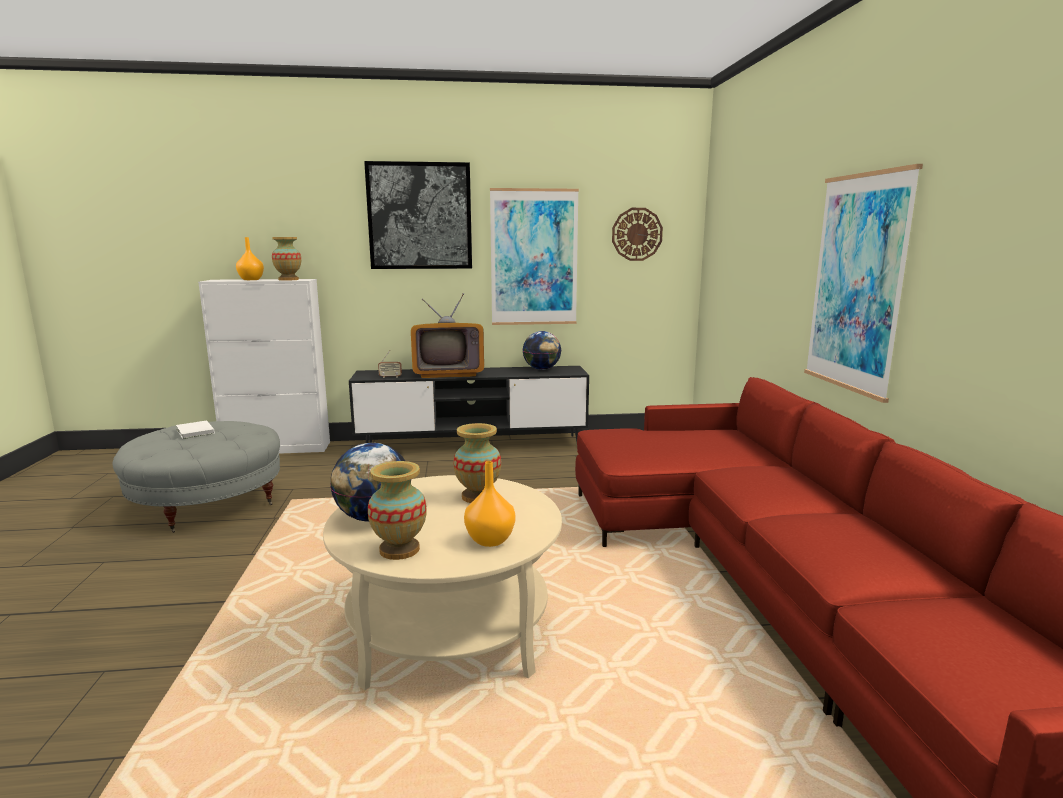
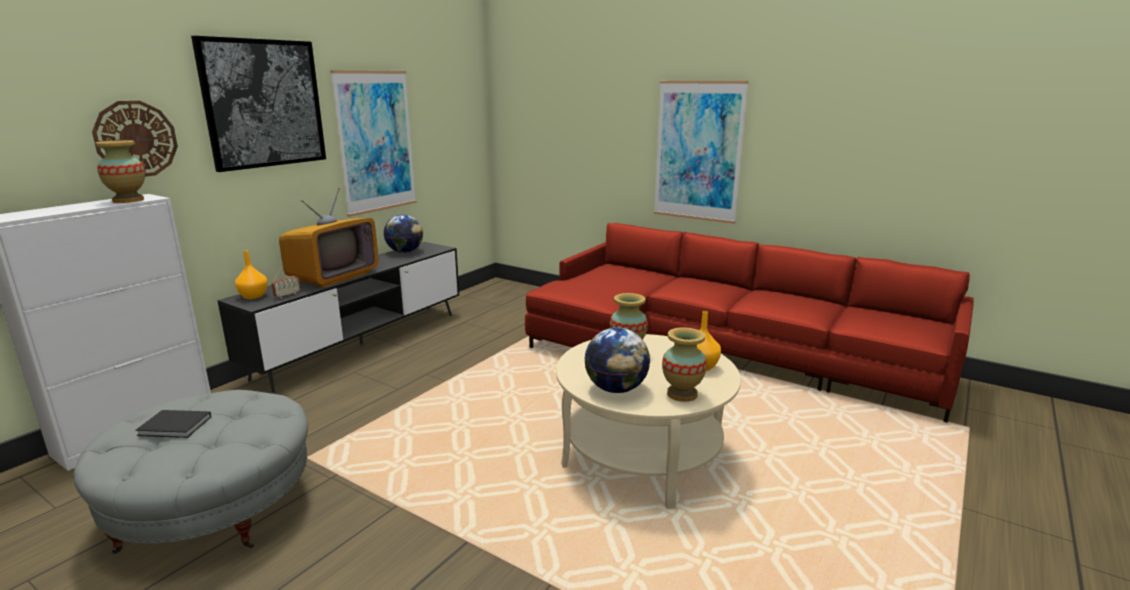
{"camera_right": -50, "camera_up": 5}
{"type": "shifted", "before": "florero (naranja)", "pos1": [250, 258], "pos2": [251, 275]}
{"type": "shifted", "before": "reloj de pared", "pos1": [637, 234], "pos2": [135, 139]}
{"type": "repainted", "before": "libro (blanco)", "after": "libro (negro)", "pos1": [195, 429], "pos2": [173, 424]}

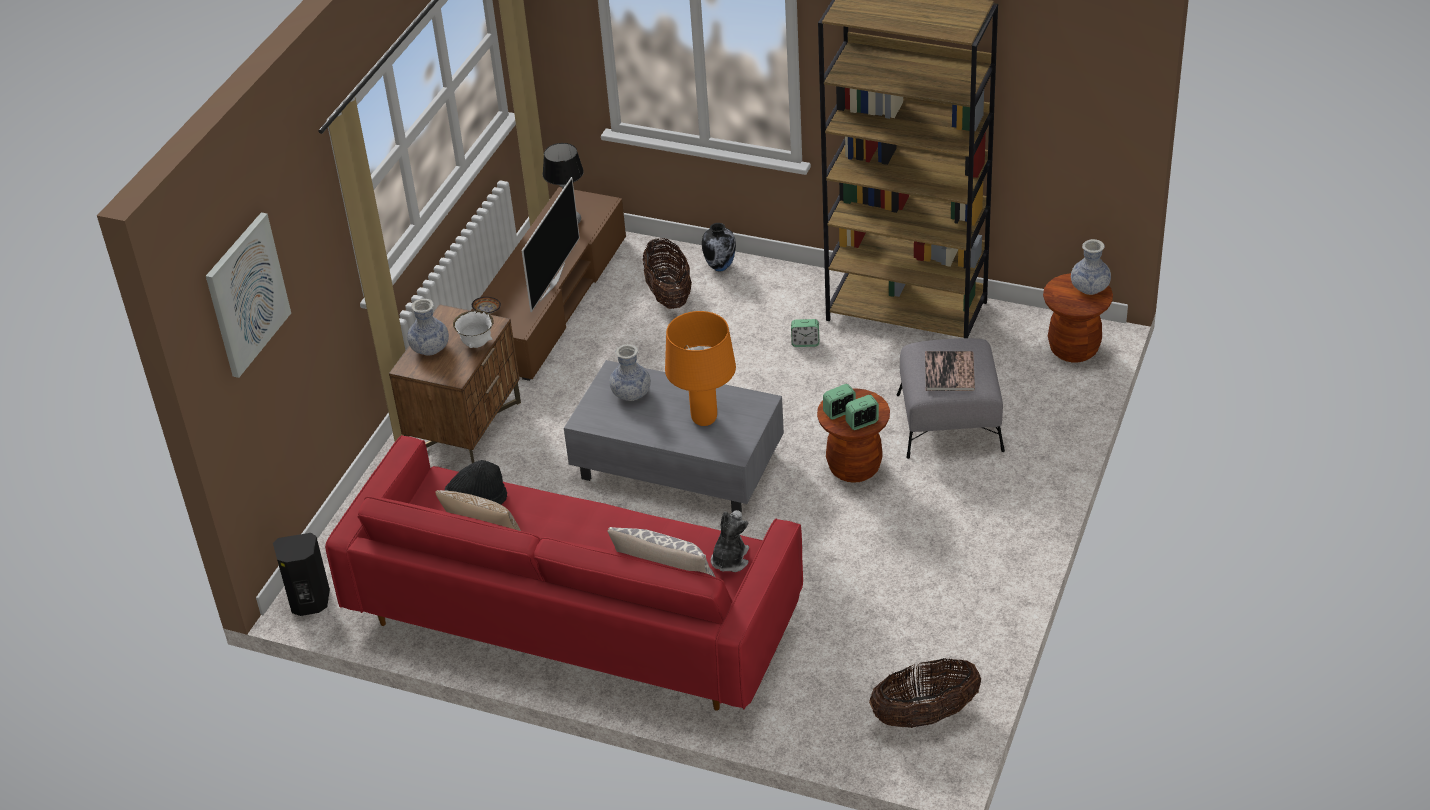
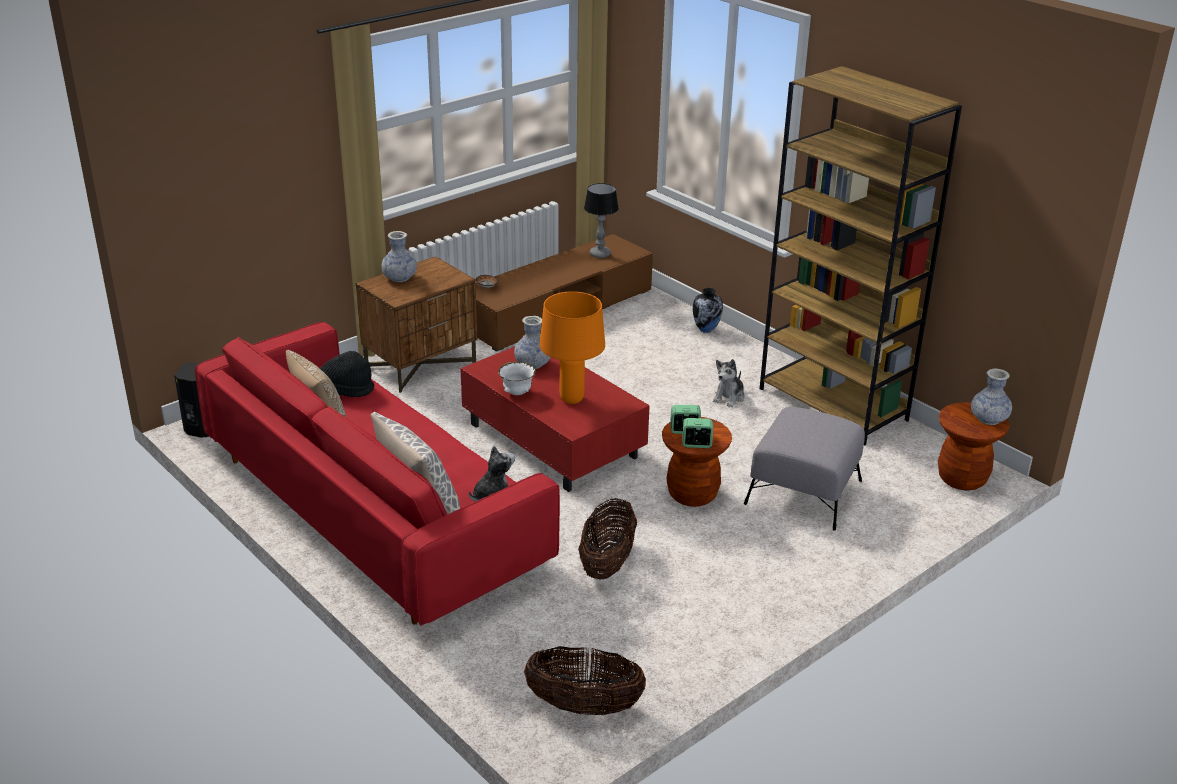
{"camera_right": 25, "camera_up": -10}
{"type": "gone", "before": "cuadro", "pos1": [248, 295]}
{"type": "gone", "before": "televisor", "pos1": [551, 244]}
{"type": "gone", "before": "libro", "pos1": [950, 371]}
{"type": "shifted", "before": "cuenco (blanco)", "pos1": [473, 329], "pos2": [517, 378]}
{"type": "shifted", "before": "cesta", "pos1": [667, 273], "pos2": [607, 539]}
{"type": "swapped", "before": "despertador", "after": "peluche", "pos1": [805, 333], "pos2": [729, 383]}
{"type": "repainted", "before": "mesa de centro (gris)", "after": "mesa de centro (rojo)", "pos1": [674, 436], "pos2": [555, 419]}

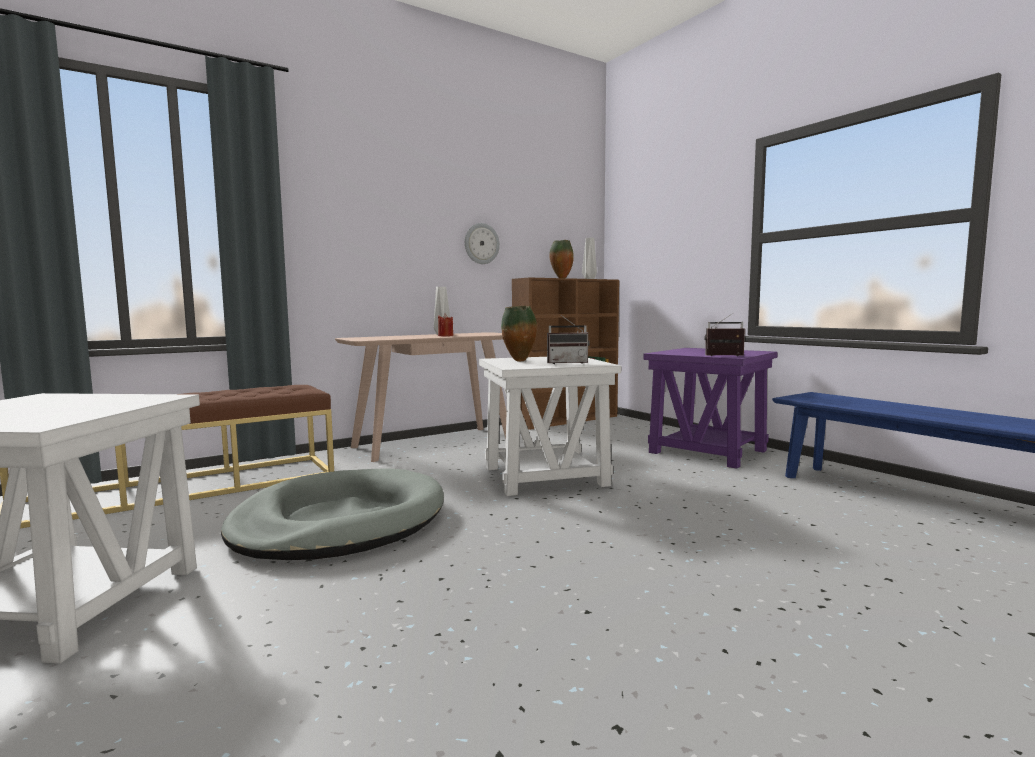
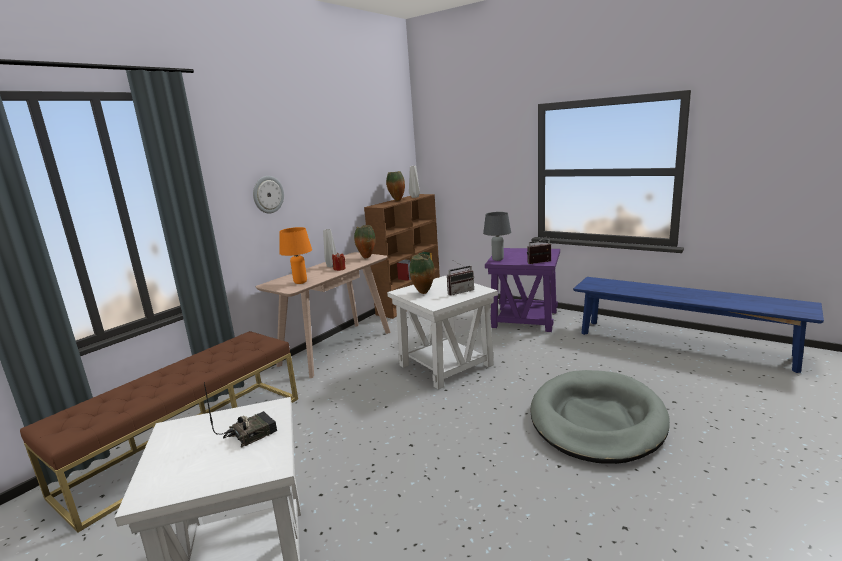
{"camera_right": -20, "camera_up": 10}
{"type": "new", "after": "radio", "pos2": [240, 414]}
{"type": "new", "after": "lámpara de mesa (naranja)", "pos2": [296, 255]}
{"type": "new", "after": "florero", "pos2": [364, 242]}
{"type": "new", "after": "lámpara de mesa (gris)", "pos2": [497, 236]}
{"type": "shifted", "before": "cama para perro (gris)", "pos1": [332, 514], "pos2": [600, 417]}
{"type": "shifted", "before": "reloj de pared", "pos1": [482, 243], "pos2": [268, 195]}

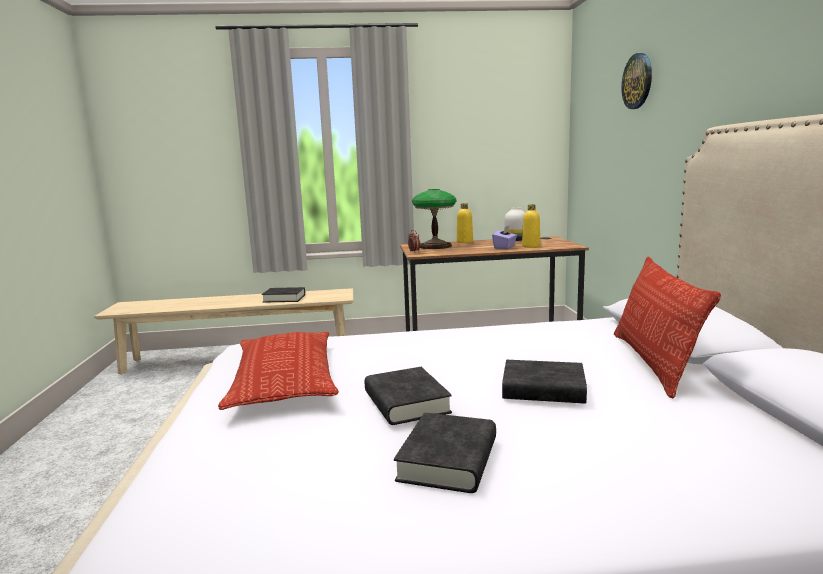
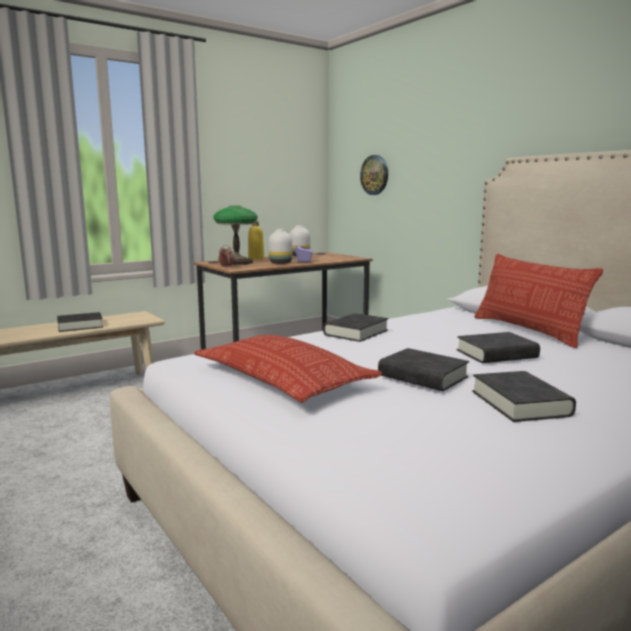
{"camera_right": -30, "camera_up": 0}
{"type": "gone", "before": "botella (amarillo)", "pos1": [531, 226]}
{"type": "new", "after": "florero (blanco)", "pos2": [281, 246]}
{"type": "new", "after": "libro (negro)", "pos2": [355, 327]}
{"type": "shifted", "before": "reloj de pared", "pos1": [636, 81], "pos2": [374, 175]}

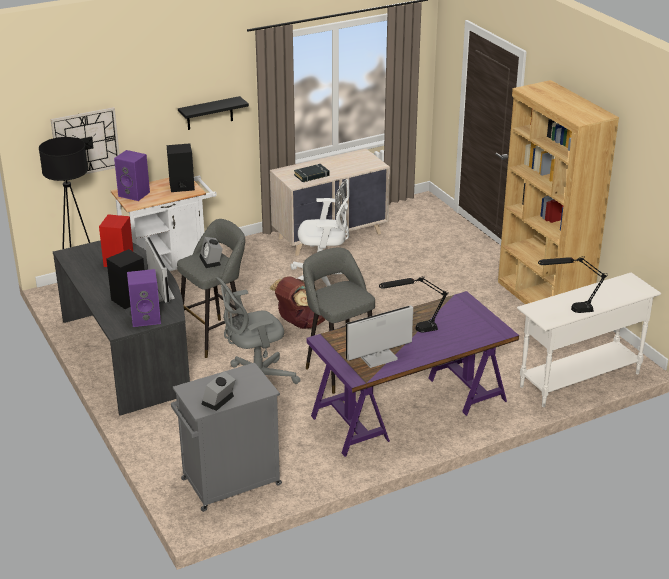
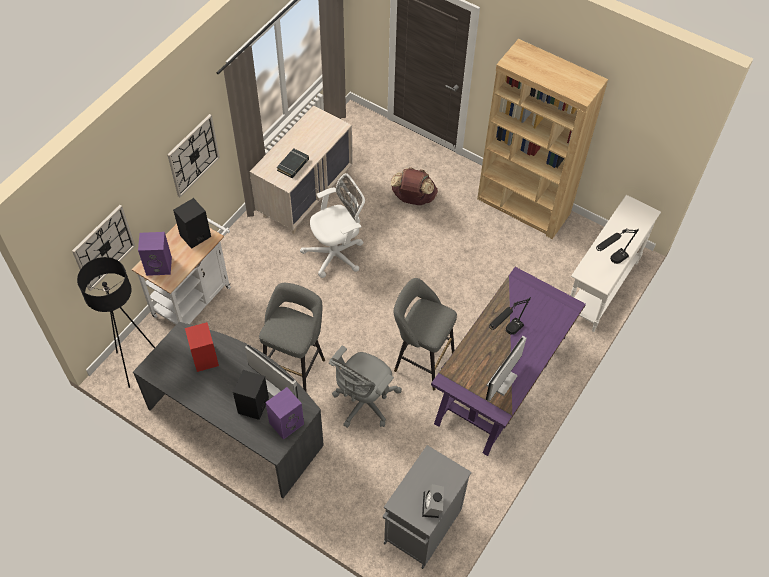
{"camera_right": -30, "camera_up": 25}
{"type": "gone", "before": "despertador", "pos1": [211, 252]}
{"type": "shifted", "before": "mochila (marrón)", "pos1": [297, 302], "pos2": [414, 186]}
{"type": "swapped", "before": "estante (negro)", "after": "reloj de pared", "pos1": [213, 113], "pos2": [193, 155]}

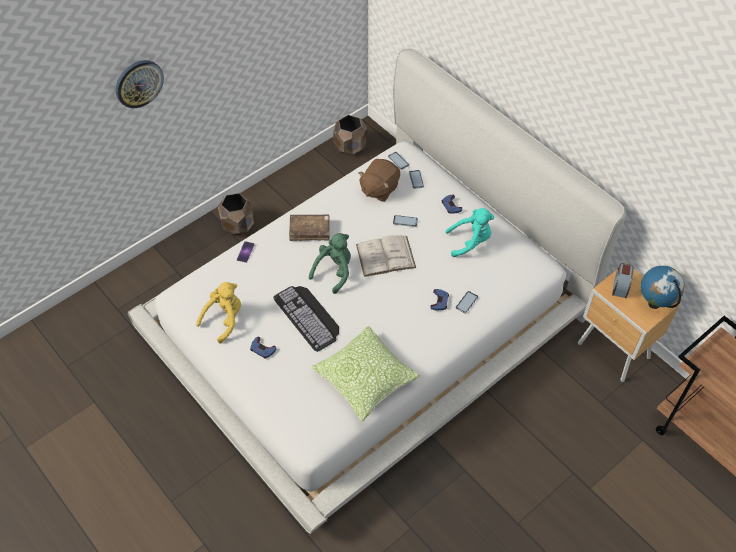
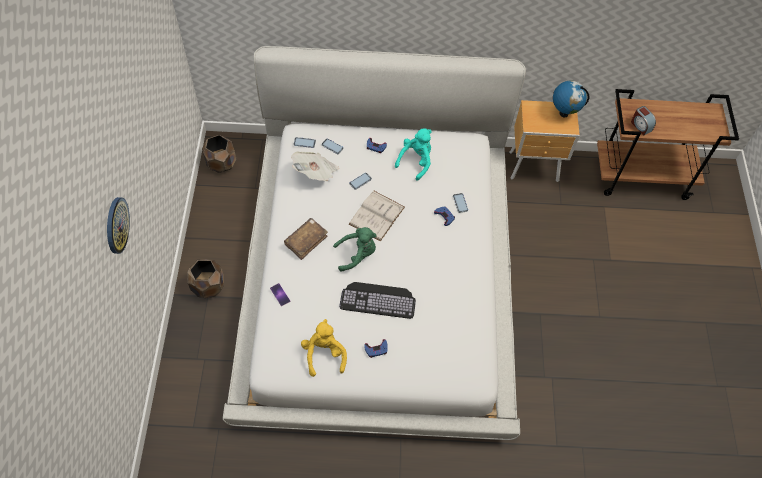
{"camera_right": -50, "camera_up": 5}
{"type": "gone", "before": "cojín", "pos1": [365, 373]}
{"type": "shifted", "before": "despertador", "pos1": [623, 280], "pos2": [643, 120]}
{"type": "swapped", "before": "peluche (marrón)", "after": "periódico", "pos1": [379, 180], "pos2": [315, 166]}
{"type": "rotated", "before": "peluche (verde)", "pos1": [330, 263], "pos2": [354, 249], "turn": 90}

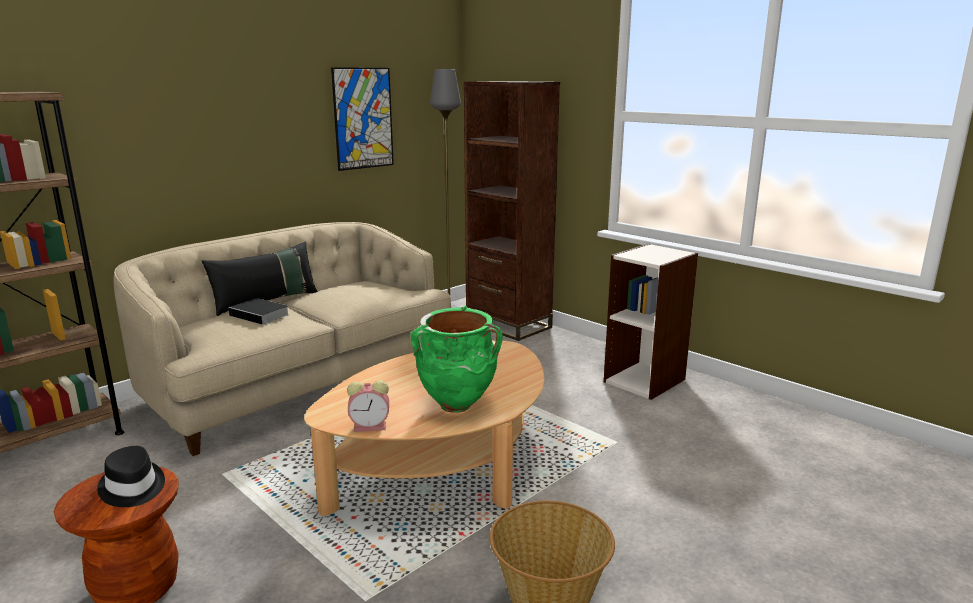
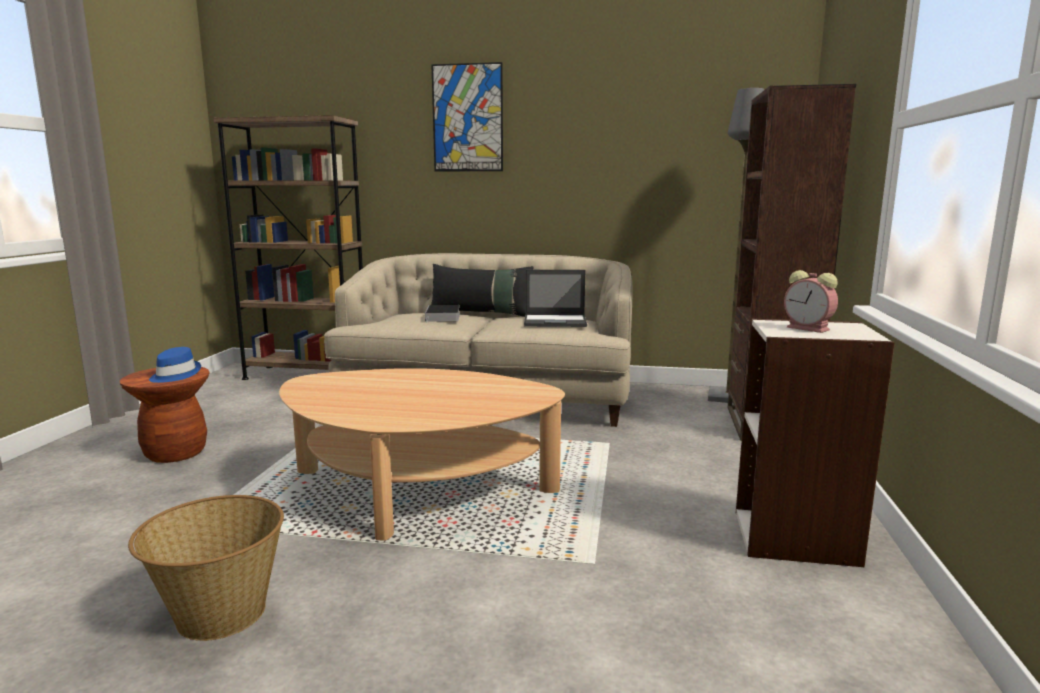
{"camera_right": 55, "camera_up": -5}
{"type": "gone", "before": "florero (verde)", "pos1": [456, 359]}
{"type": "new", "after": "portátil", "pos2": [555, 298]}
{"type": "shifted", "before": "cuadro", "pos1": [362, 119], "pos2": [467, 117]}
{"type": "shifted", "before": "despertador", "pos1": [368, 406], "pos2": [811, 301]}
{"type": "repainted", "before": "sombrero (negro)", "after": "sombrero (azul)", "pos1": [131, 476], "pos2": [175, 365]}

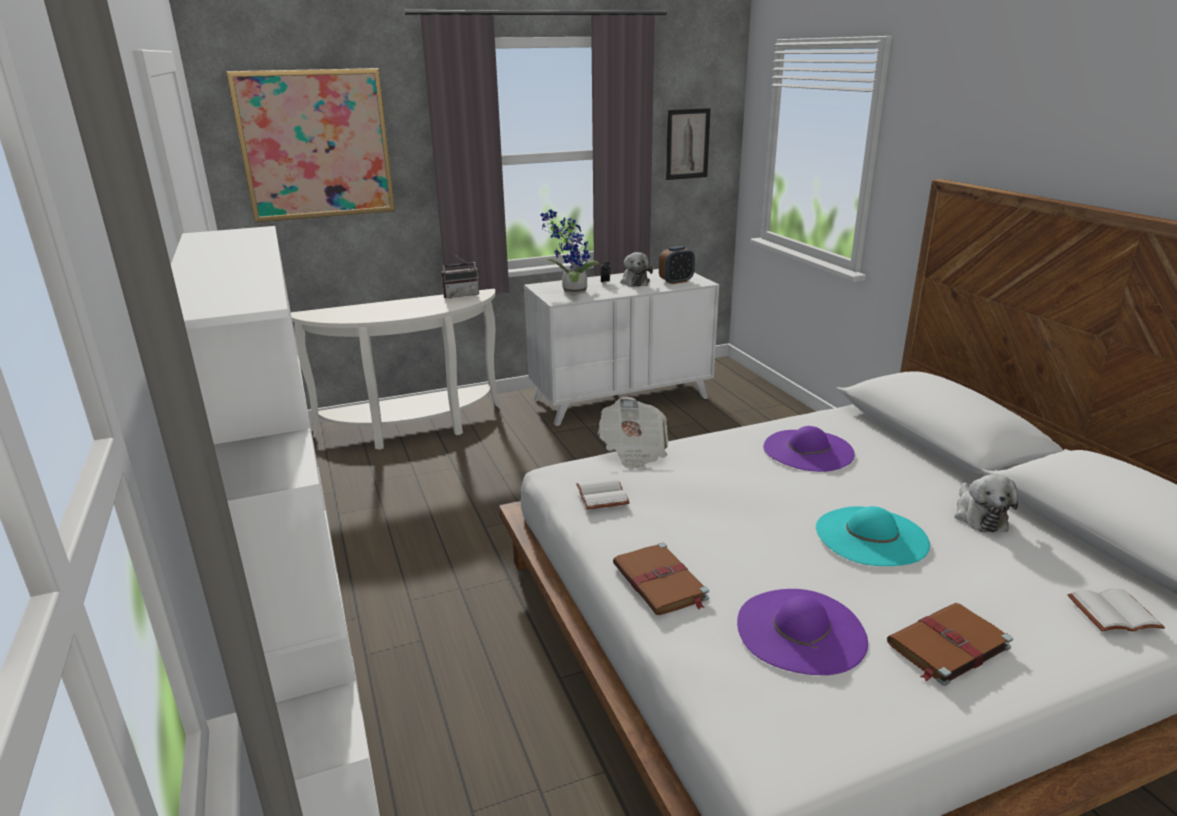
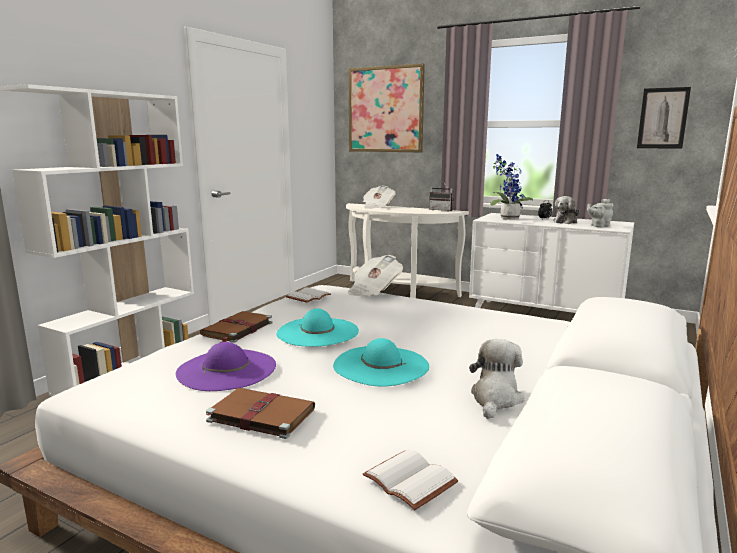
{"camera_right": 50, "camera_up": -10}
{"type": "gone", "before": "sombrero (morado)", "pos1": [809, 449]}
{"type": "new", "after": "sombrero (turquesa)", "pos2": [317, 327]}
{"type": "new", "after": "periódico", "pos2": [379, 197]}
{"type": "swapped", "before": "despertador", "after": "tetera (gris)", "pos1": [677, 265], "pos2": [600, 213]}
{"type": "rotated", "before": "peluche", "pos1": [986, 503], "pos2": [497, 379], "turn": 150}

